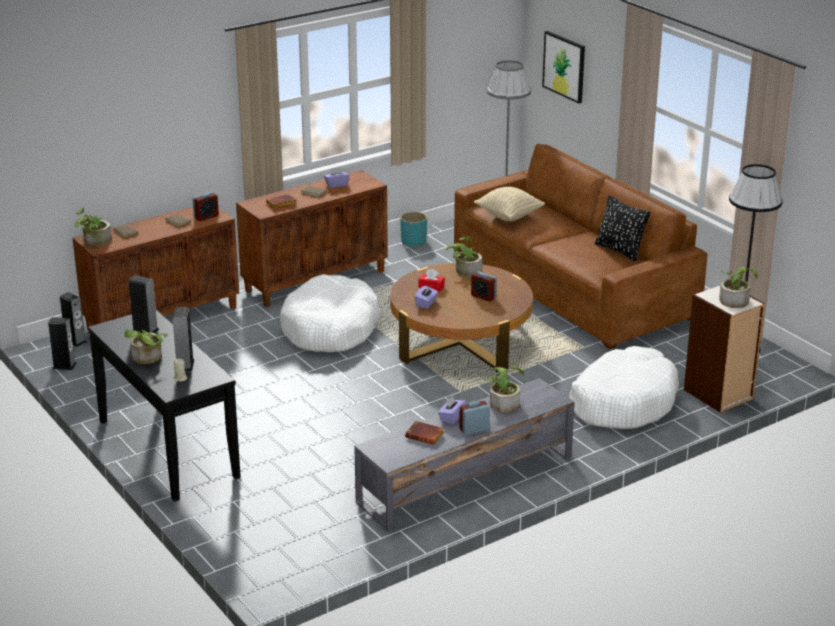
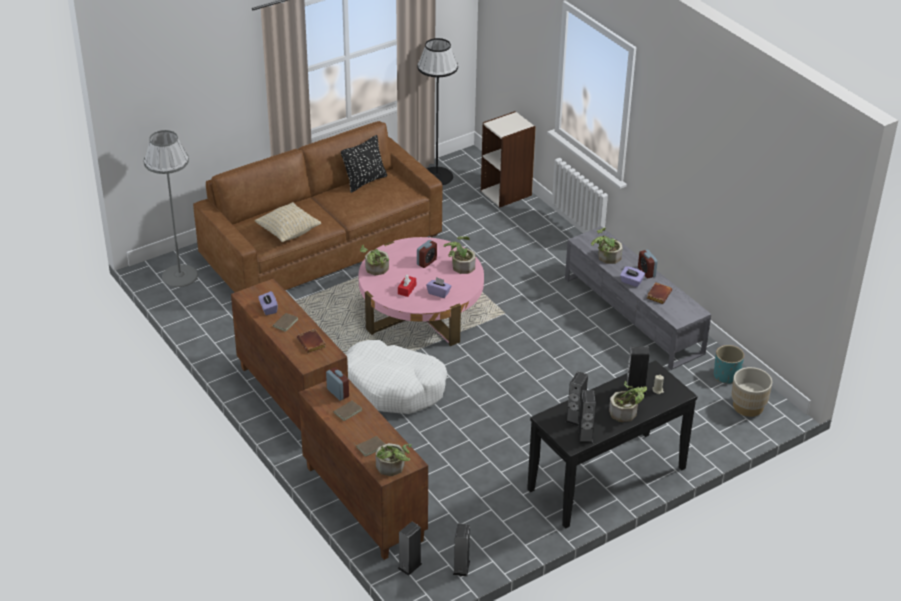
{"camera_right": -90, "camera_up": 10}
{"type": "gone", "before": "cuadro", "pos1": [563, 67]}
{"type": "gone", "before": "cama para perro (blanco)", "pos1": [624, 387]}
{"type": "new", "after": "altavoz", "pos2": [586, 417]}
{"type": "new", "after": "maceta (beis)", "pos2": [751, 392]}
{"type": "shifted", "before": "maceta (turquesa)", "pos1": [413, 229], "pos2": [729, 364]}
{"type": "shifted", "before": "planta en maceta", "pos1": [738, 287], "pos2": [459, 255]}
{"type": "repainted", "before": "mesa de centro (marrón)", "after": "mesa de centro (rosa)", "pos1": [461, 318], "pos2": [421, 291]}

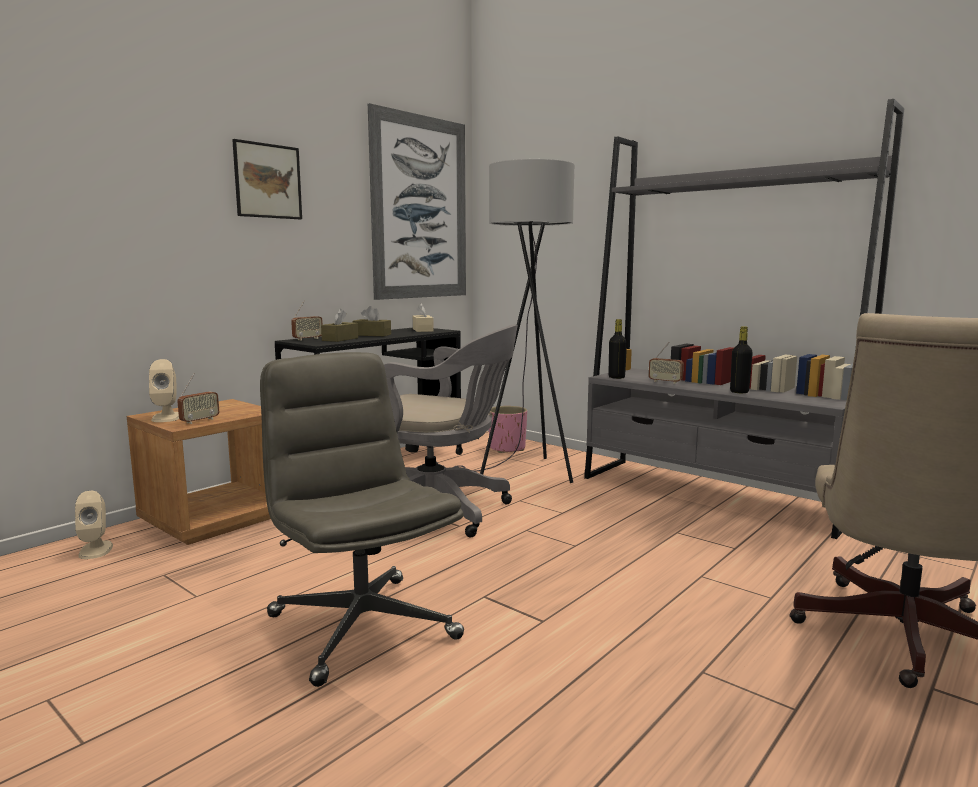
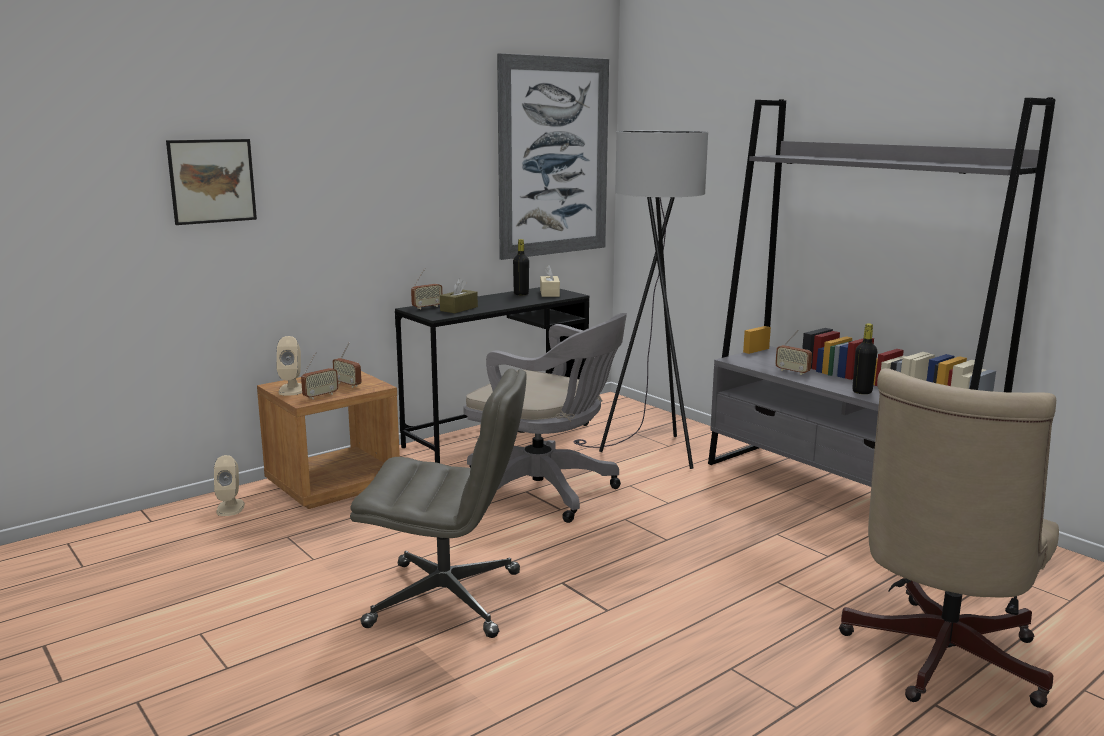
{"camera_right": 10, "camera_up": 5}
{"type": "gone", "before": "caja de pañuelos (marrón)", "pos1": [372, 321]}
{"type": "gone", "before": "maceta (rosa)", "pos1": [508, 429]}
{"type": "new", "after": "radio", "pos2": [347, 365]}
{"type": "shifted", "before": "cuadro", "pos1": [267, 179], "pos2": [211, 182]}
{"type": "shifted", "before": "botella (negro)", "pos1": [617, 349], "pos2": [521, 267]}
{"type": "rotated", "before": "silla de oficina (gris)", "pos1": [362, 519], "pos2": [438, 503], "turn": 120}

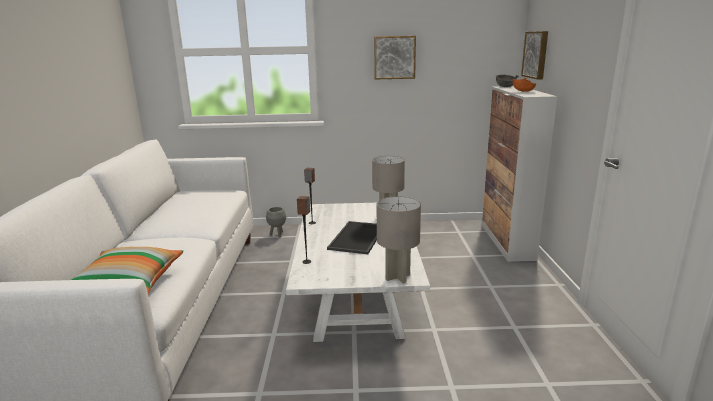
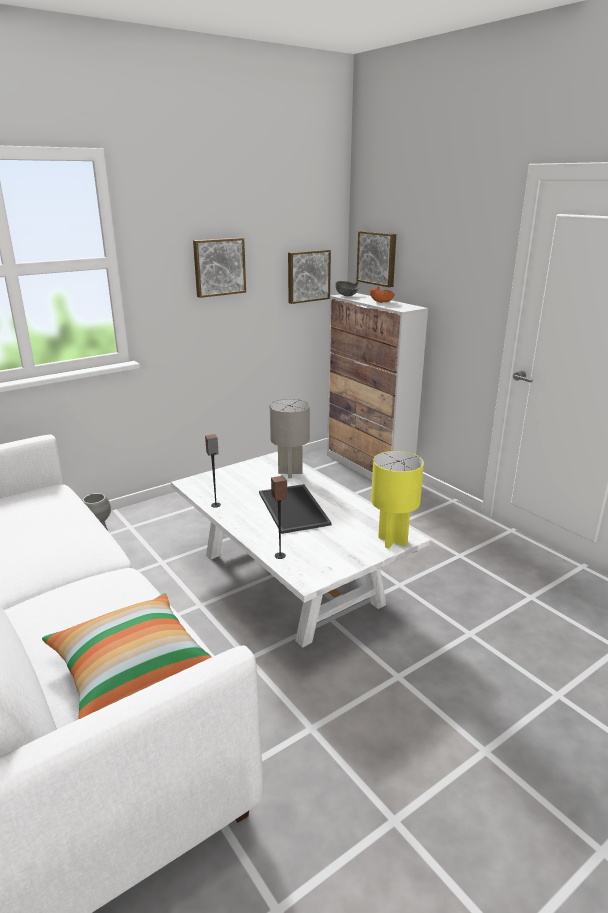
{"camera_right": -35, "camera_up": 5}
{"type": "new", "after": "cuadro", "pos2": [309, 277]}
{"type": "repainted", "before": "lámpara de mesa (gris)", "after": "lámpara de mesa (amarillo)", "pos1": [399, 239], "pos2": [397, 499]}

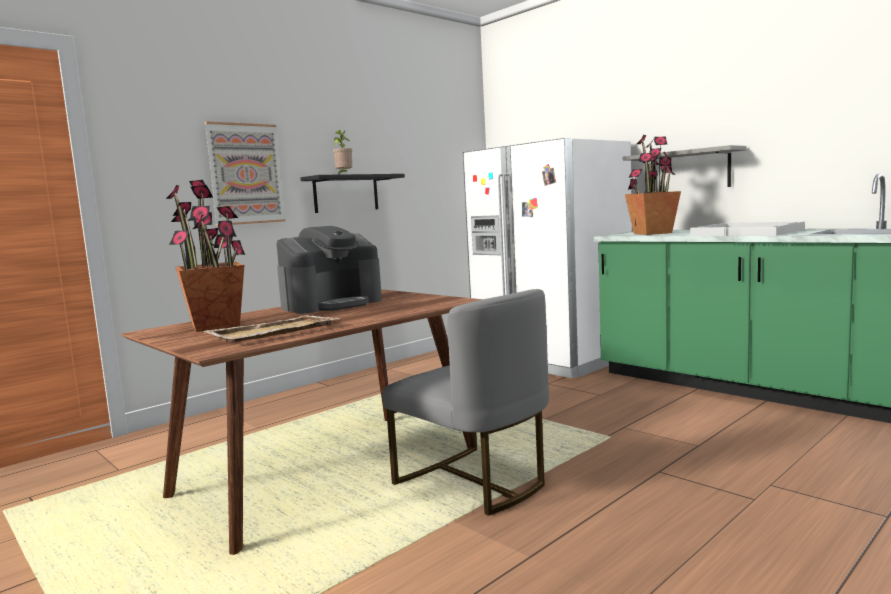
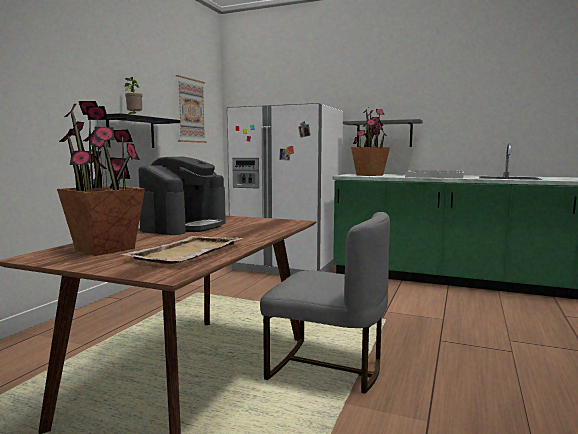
{"camera_right": -25, "camera_up": 0}
{"type": "shifted", "before": "cuadro", "pos1": [245, 173], "pos2": [191, 109]}

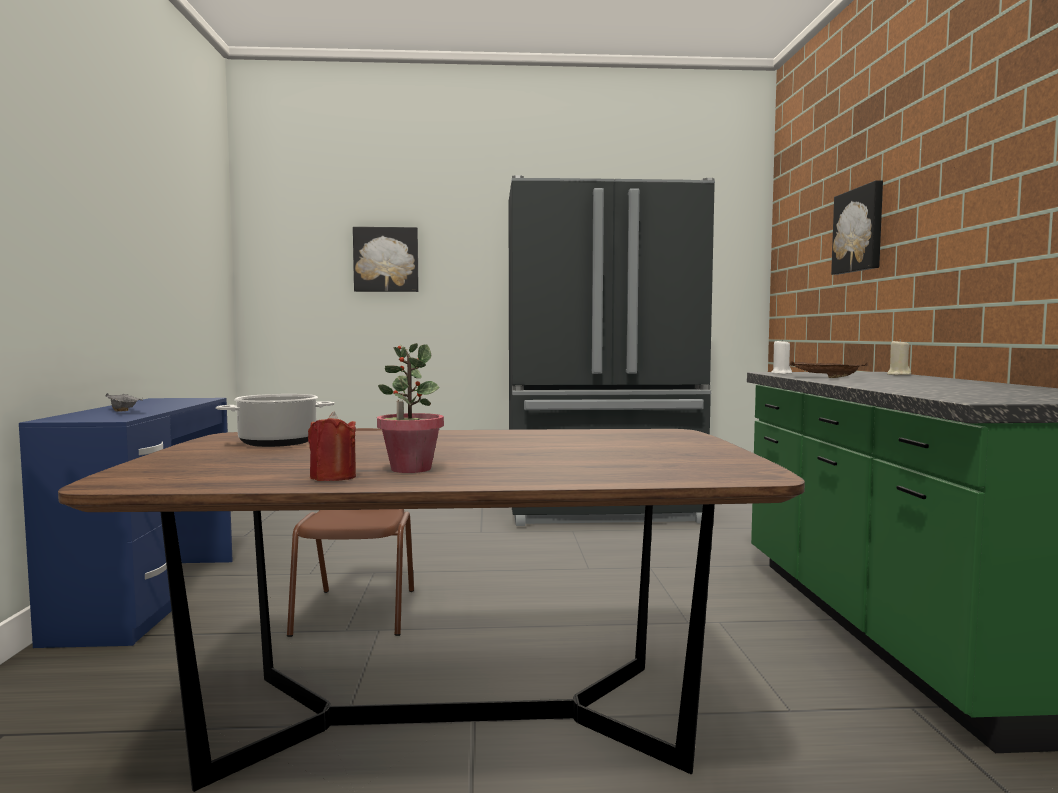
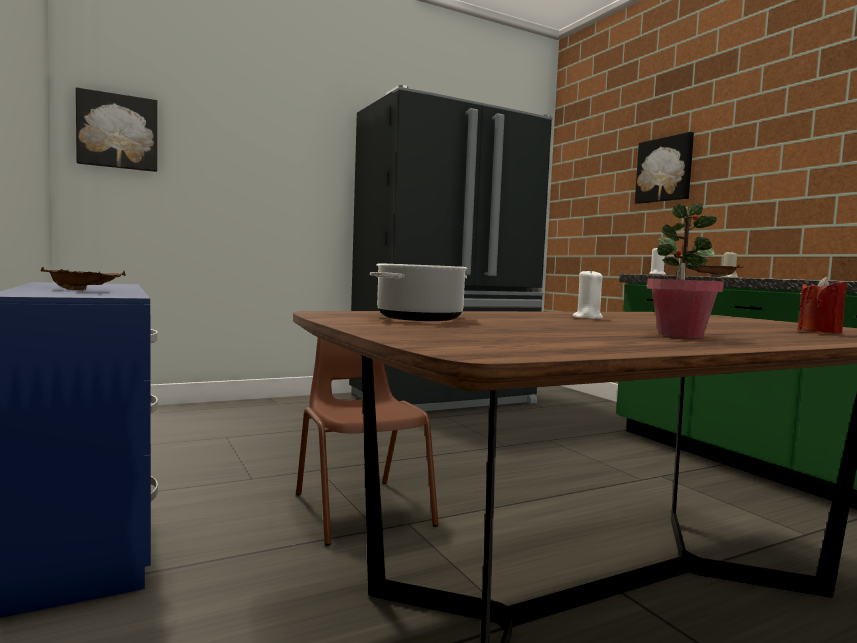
{"camera_right": -25, "camera_up": 0}
{"type": "new", "after": "vela (blanco)", "pos2": [587, 293]}
{"type": "shifted", "before": "vela (rojo)", "pos1": [332, 446], "pos2": [822, 305]}
{"type": "shifted", "before": "cuadro", "pos1": [386, 259], "pos2": [116, 129]}
{"type": "repainted", "before": "bandeja (gris)", "after": "bandeja (marrón)", "pos1": [124, 402], "pos2": [83, 278]}

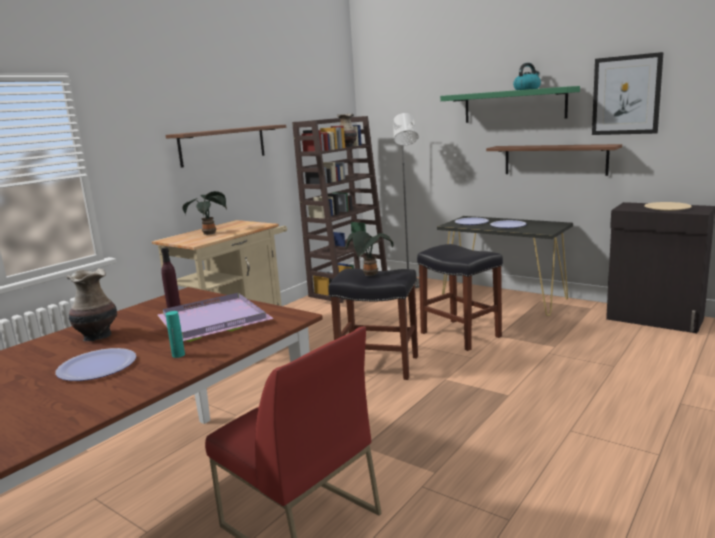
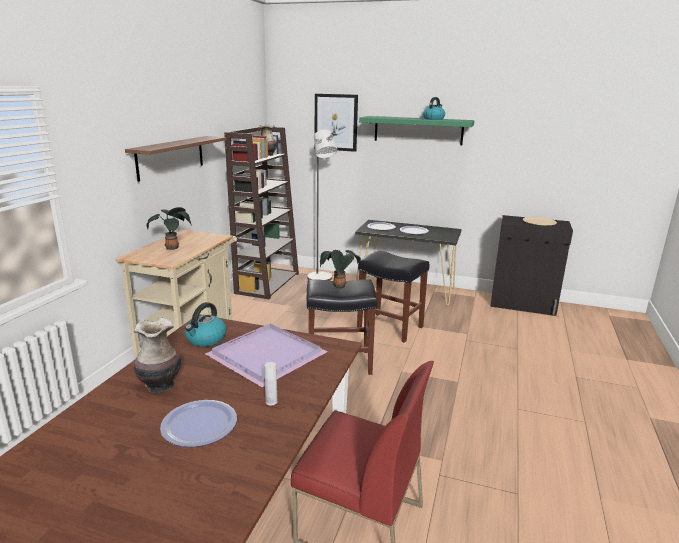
{"camera_right": -20, "camera_up": 5}
{"type": "gone", "before": "estante", "pos1": [554, 160]}
{"type": "shifted", "before": "cuadro", "pos1": [628, 93], "pos2": [336, 123]}
{"type": "swapped", "before": "botella (morado)", "after": "hervidor", "pos1": [171, 277], "pos2": [205, 324]}
{"type": "repainted", "before": "botella (turquesa)", "after": "botella (blanco)", "pos1": [175, 334], "pos2": [270, 384]}

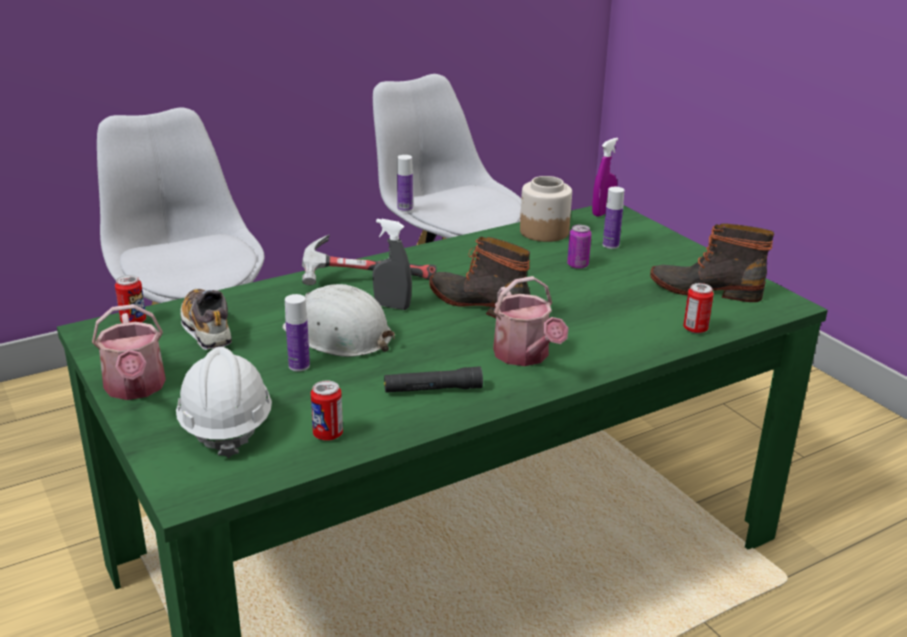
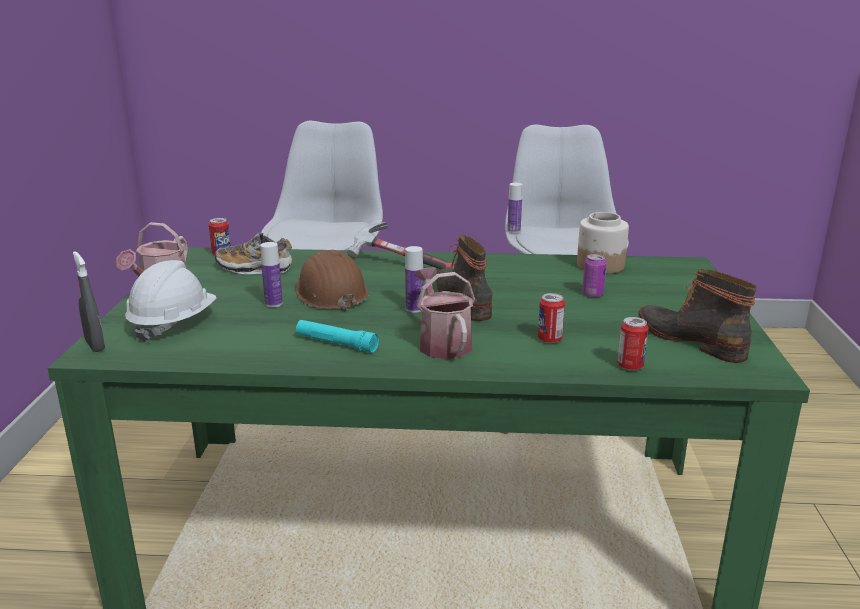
{"camera_right": 35, "camera_up": -5}
{"type": "gone", "before": "pulverizador (morado)", "pos1": [605, 177]}
{"type": "shifted", "before": "lata", "pos1": [327, 410], "pos2": [551, 318]}
{"type": "shifted", "before": "pulverizador (gris)", "pos1": [392, 264], "pos2": [89, 301]}
{"type": "shifted", "before": "botella", "pos1": [613, 218], "pos2": [414, 279]}
{"type": "repainted", "before": "casco (blanco)", "after": "casco (marrón)", "pos1": [338, 320], "pos2": [332, 280]}
{"type": "repainted", "before": "linterna (negro)", "after": "linterna (turquesa)", "pos1": [433, 379], "pos2": [337, 336]}
{"type": "rotated", "before": "zapato", "pos1": [206, 319], "pos2": [253, 253], "turn": -90}
{"type": "rotated", "before": "regadera", "pos1": [531, 321], "pos2": [444, 313], "turn": 150}

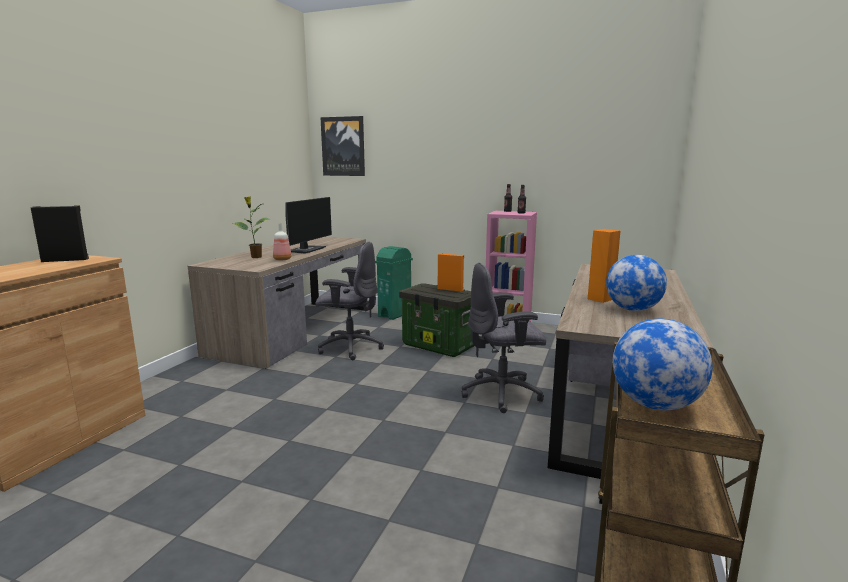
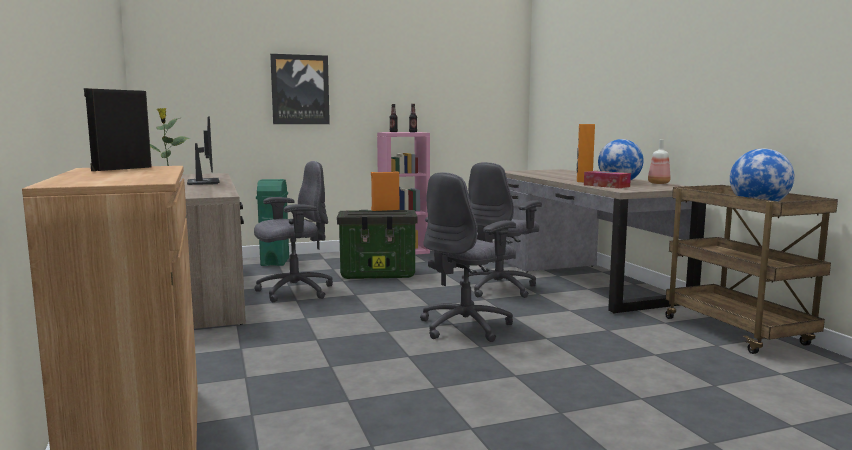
{"camera_right": -40, "camera_up": -5}
{"type": "new", "after": "silla de oficina (gris)", "pos2": [468, 257]}
{"type": "new", "after": "caja de pañuelos", "pos2": [607, 179]}
{"type": "shifted", "before": "botella", "pos1": [282, 241], "pos2": [659, 162]}
{"type": "shifted", "before": "cuadro", "pos1": [342, 146], "pos2": [300, 89]}

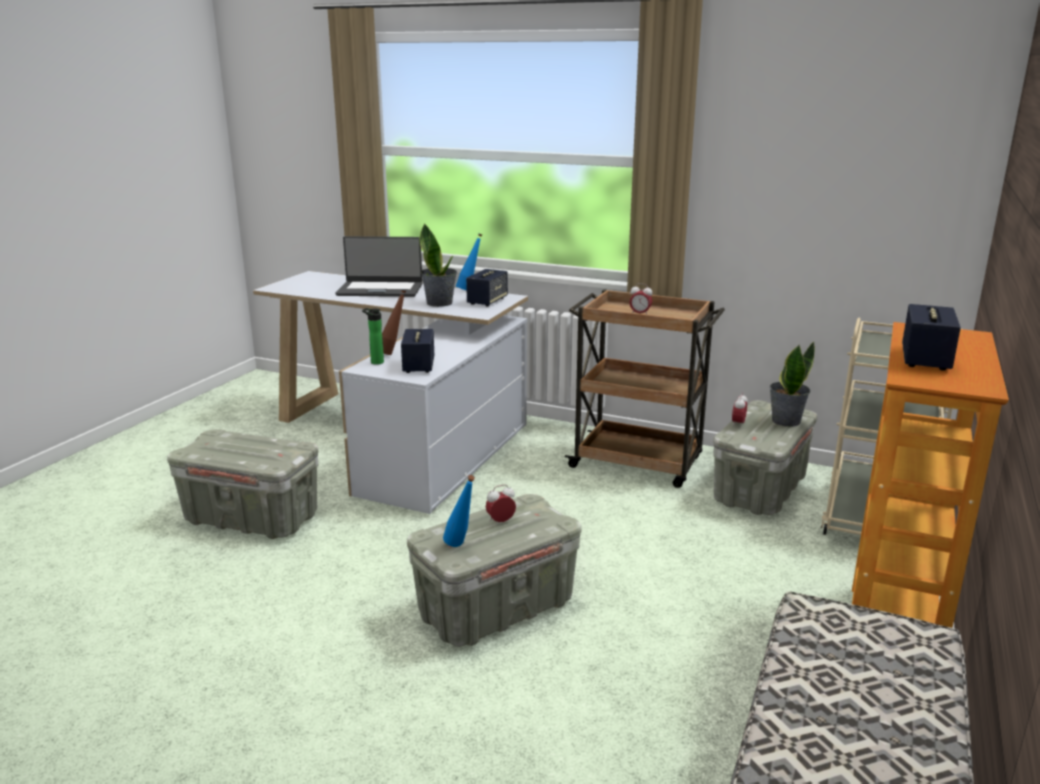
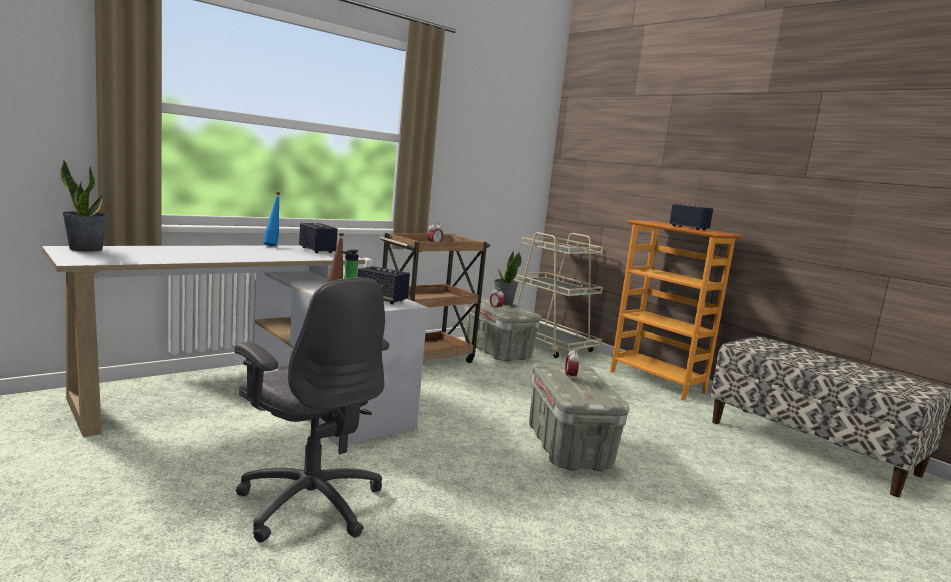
{"camera_right": -65, "camera_up": -10}
{"type": "gone", "before": "portátil", "pos1": [379, 266]}
{"type": "gone", "before": "botella (azul)", "pos1": [459, 511]}
{"type": "shifted", "before": "planta en maceta", "pos1": [438, 265], "pos2": [84, 205]}
{"type": "swapped", "before": "caja de almacenaje (gris)", "after": "silla de oficina (gris)", "pos1": [242, 484], "pos2": [311, 410]}

